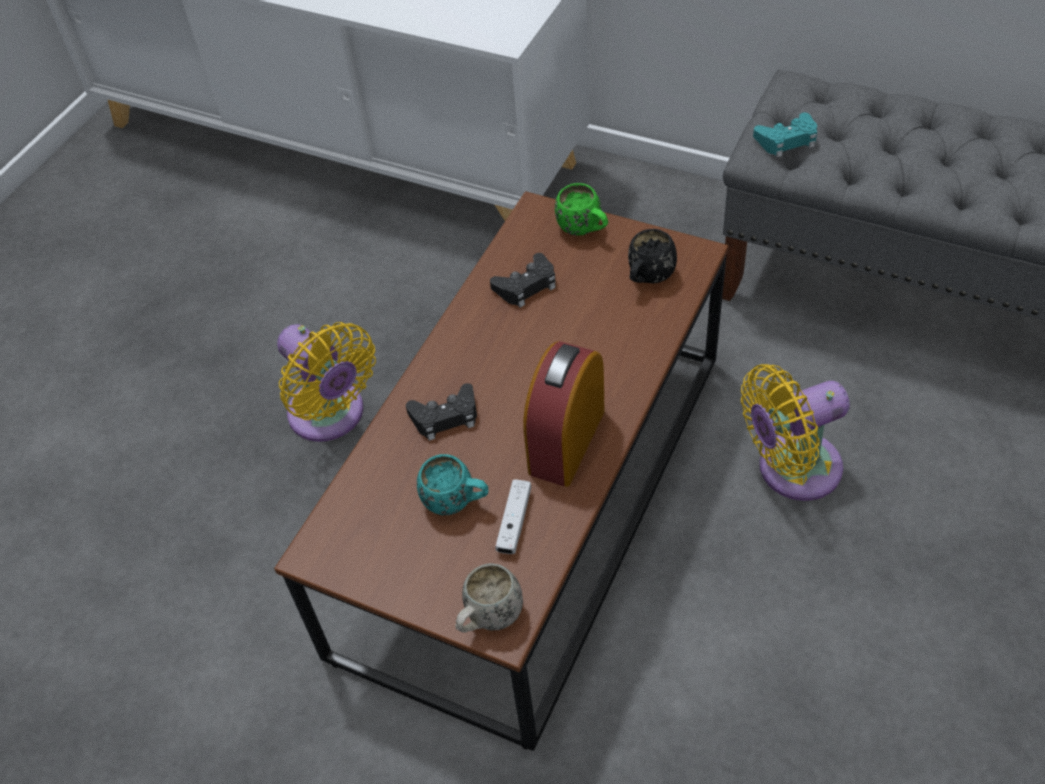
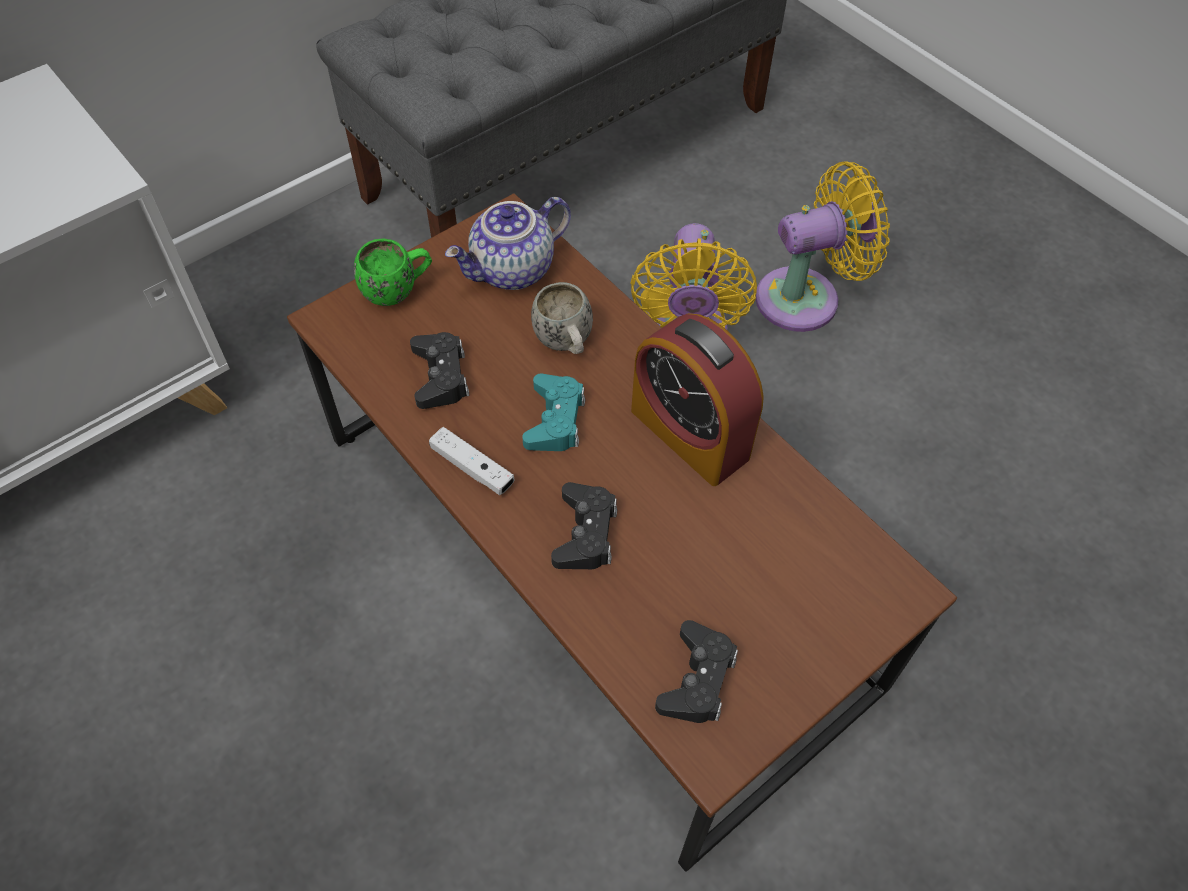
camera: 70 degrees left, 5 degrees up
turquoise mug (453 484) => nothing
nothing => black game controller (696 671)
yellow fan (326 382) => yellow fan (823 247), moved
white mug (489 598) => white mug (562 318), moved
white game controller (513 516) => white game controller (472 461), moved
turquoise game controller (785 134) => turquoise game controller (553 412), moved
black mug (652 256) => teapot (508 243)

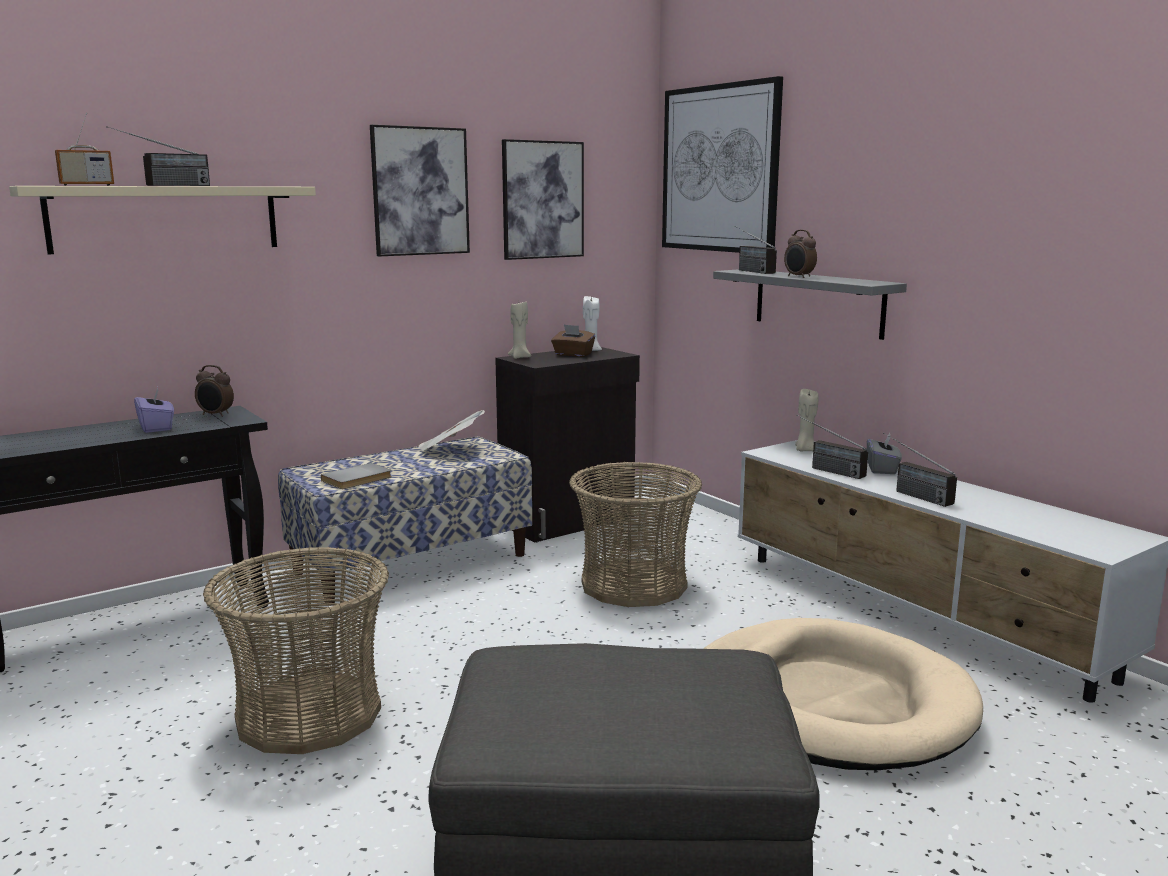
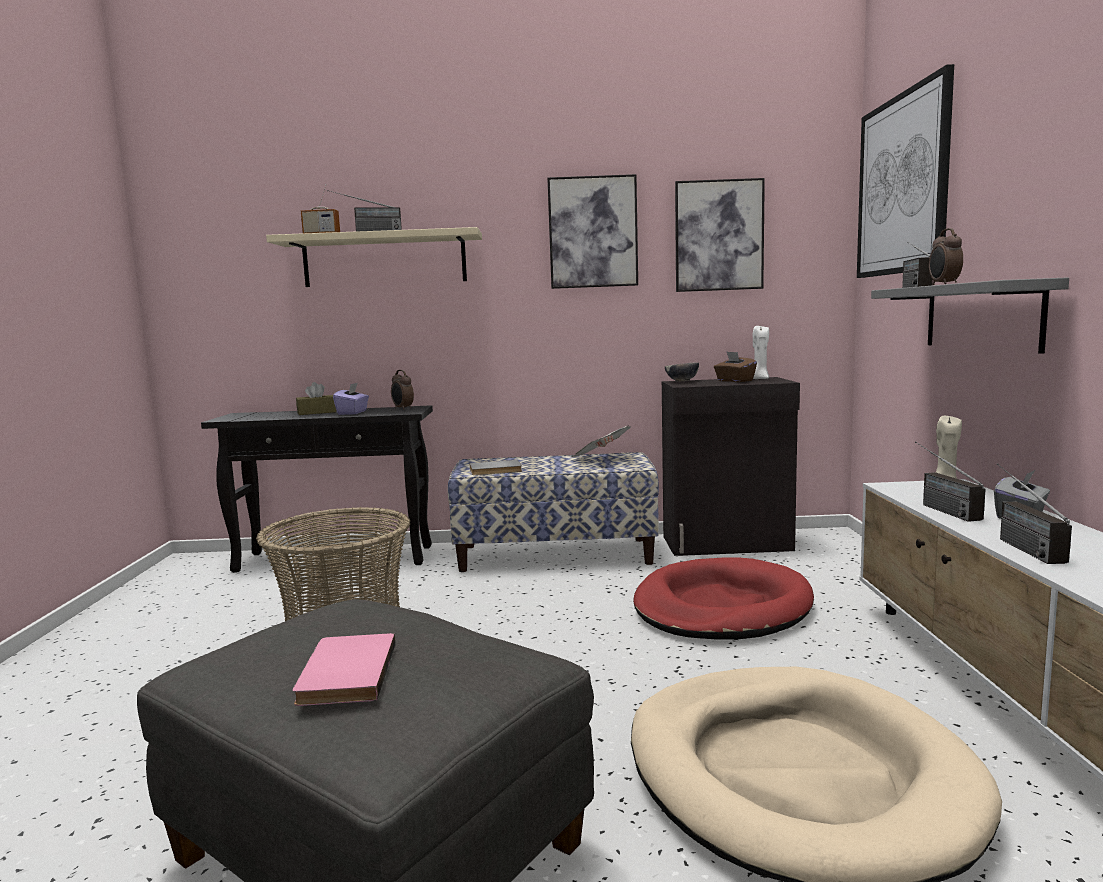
camera: 35 degrees right, 5 degrees down
nothing => pink book (344 669)
nothing => brown tissue box (316 398)
beige candle (519 330) => bowl (682 372)
basket (635 534) => red dog bed (723 598)

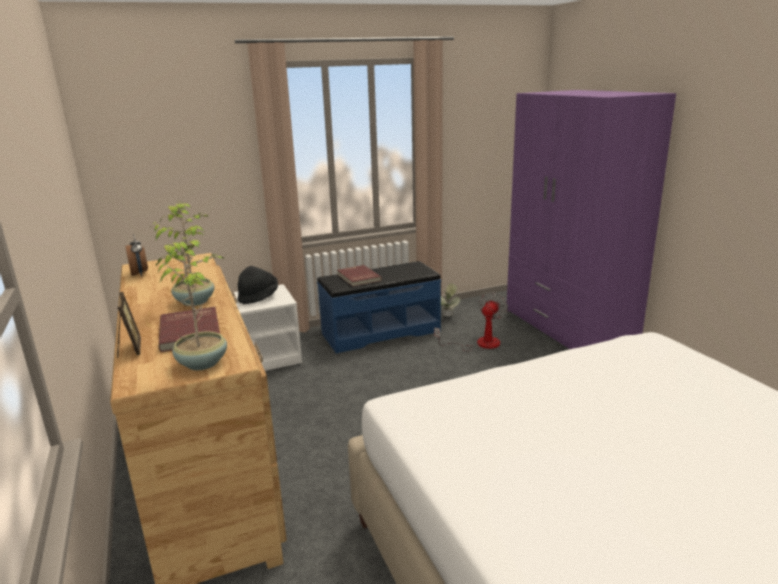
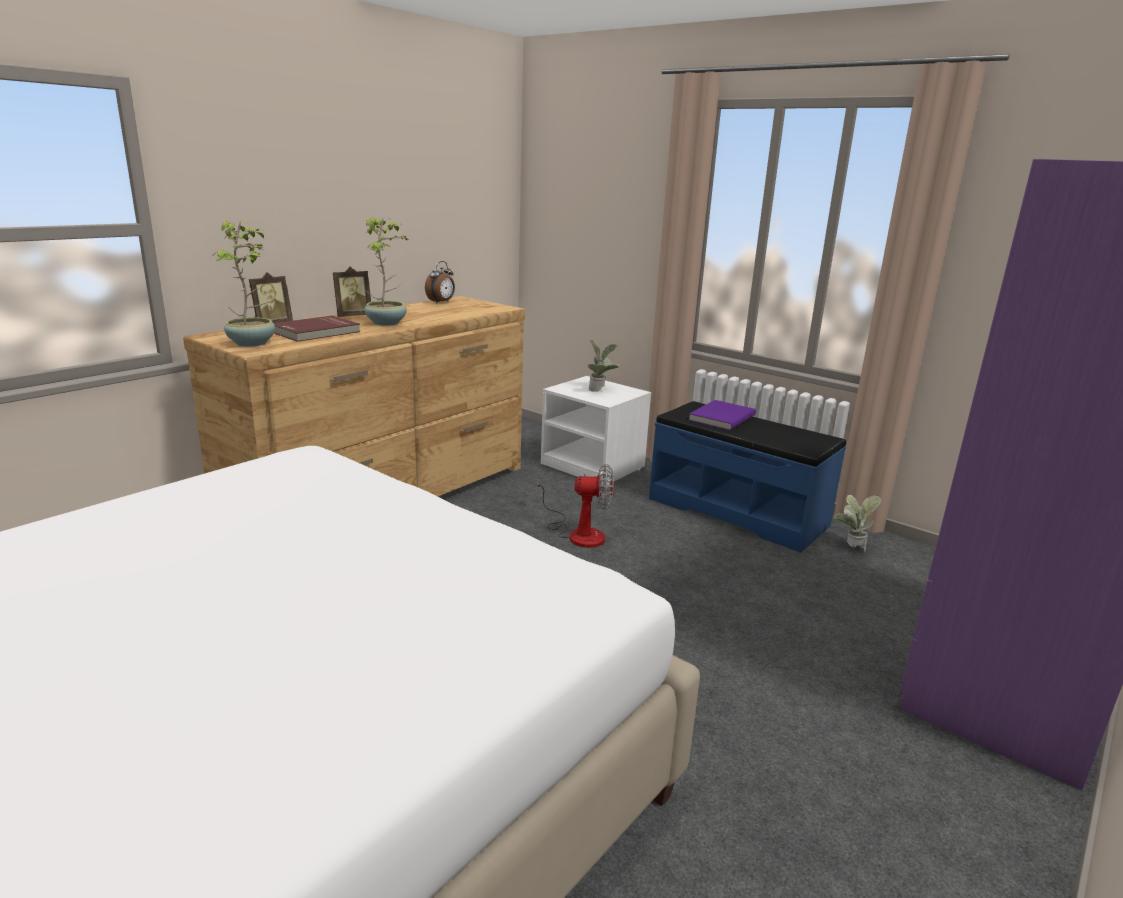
camera: 60 degrees right, 0 degrees up
nothing => picture frame (352 292)
fan (470 321) => fan (575 506), moved
black hat (258 285) => potted plant (603 366)
red book (359 276) => purple book (722 415)

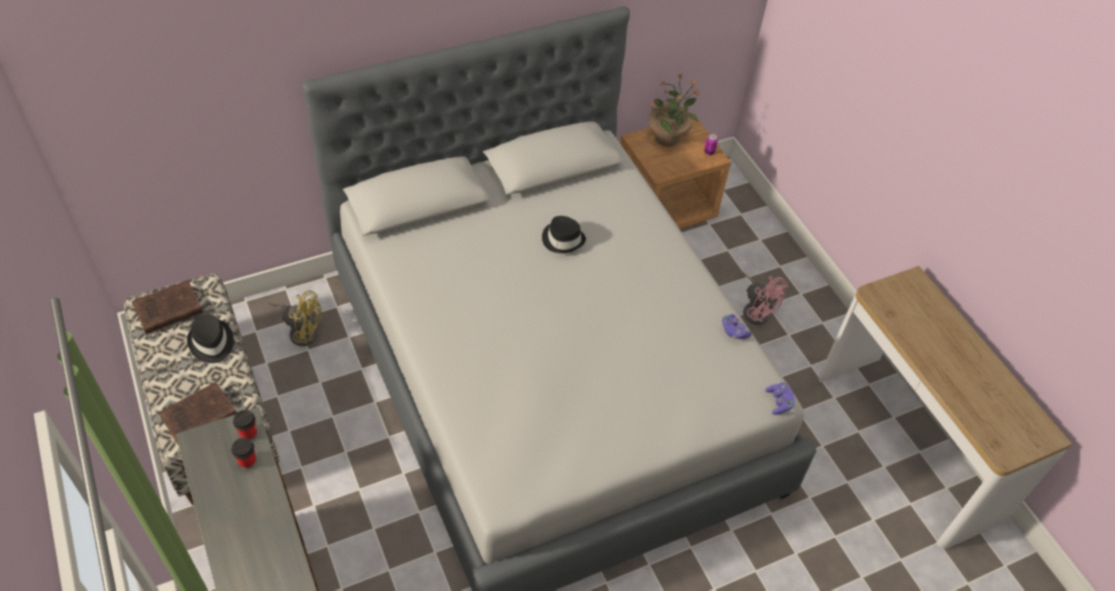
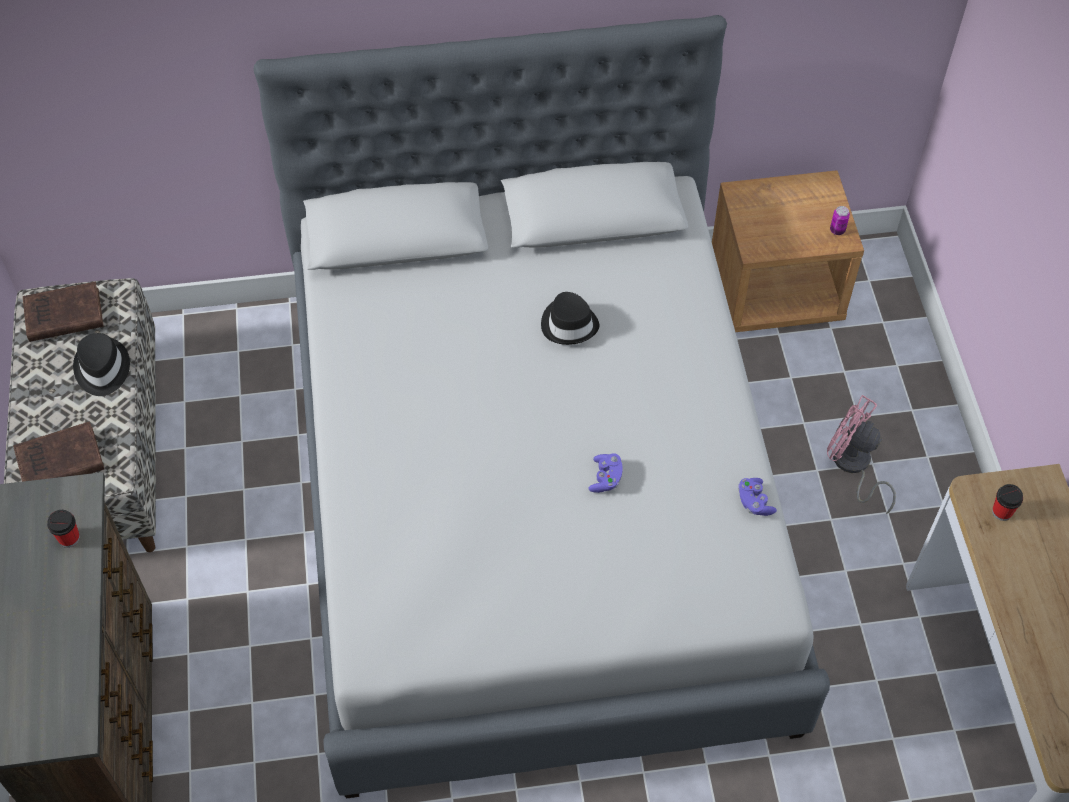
camera: 20 degrees right, 5 degrees up
yellow fan (294 318) => nothing
potted plant (674 110) => nothing
cup (245 425) => cup (1007 502), moved
purple game controller (780 398) => purple game controller (605 473), moved
pink fan (764 298) => pink fan (861 454), 150 degrees clockwise

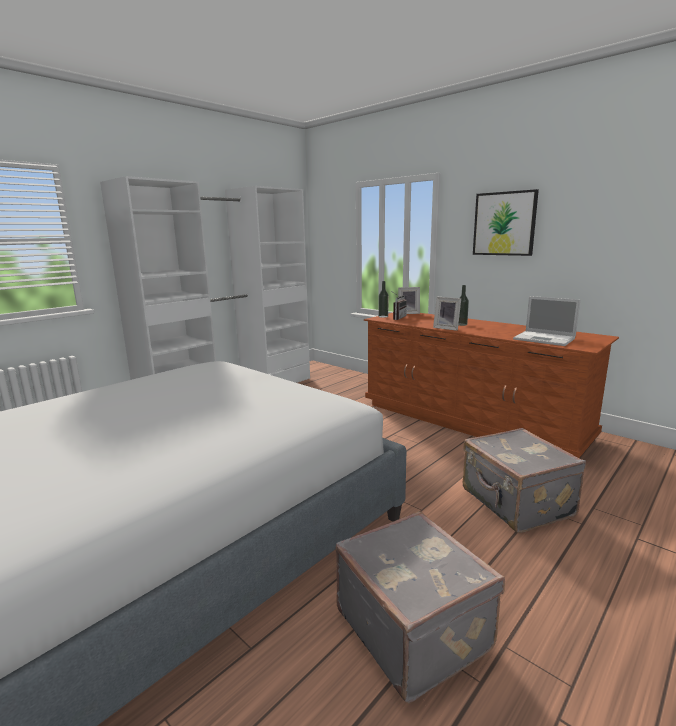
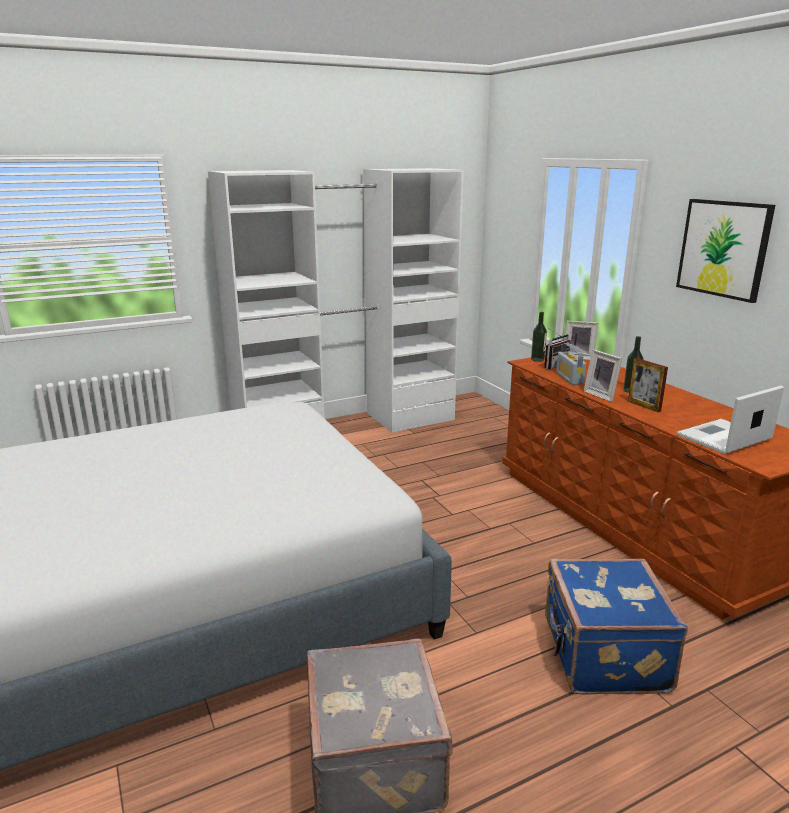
camera: 20 degrees right, 5 degrees up
nothing => radio (571 364)
nothing => picture frame (648 385)
grey suitcase (524 480) => blue suitcase (616 627)
laptop (546 321) => laptop (730 420), 90 degrees clockwise

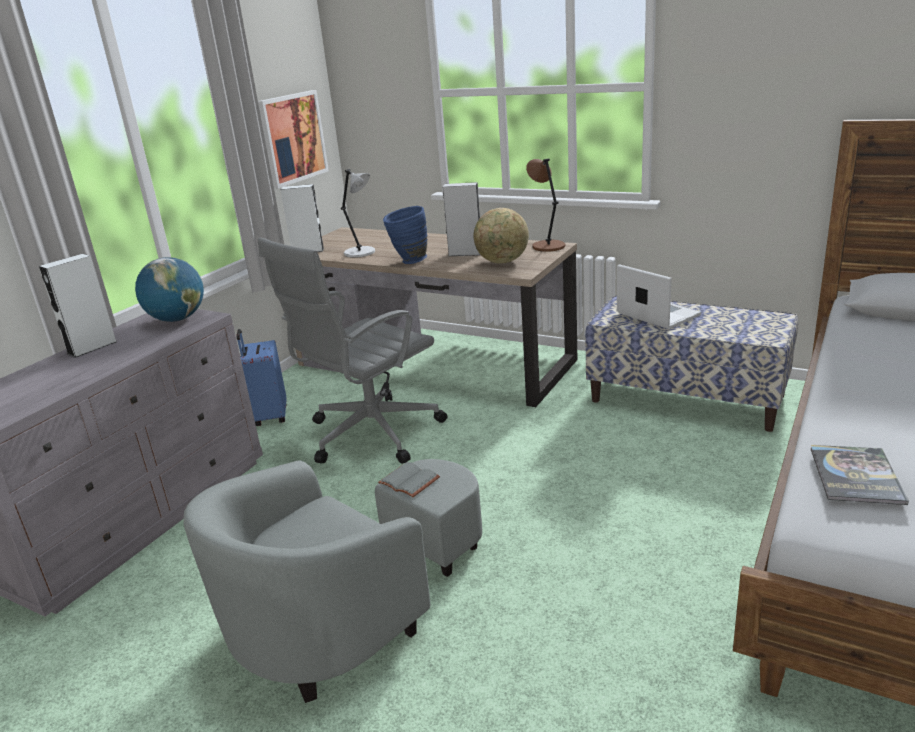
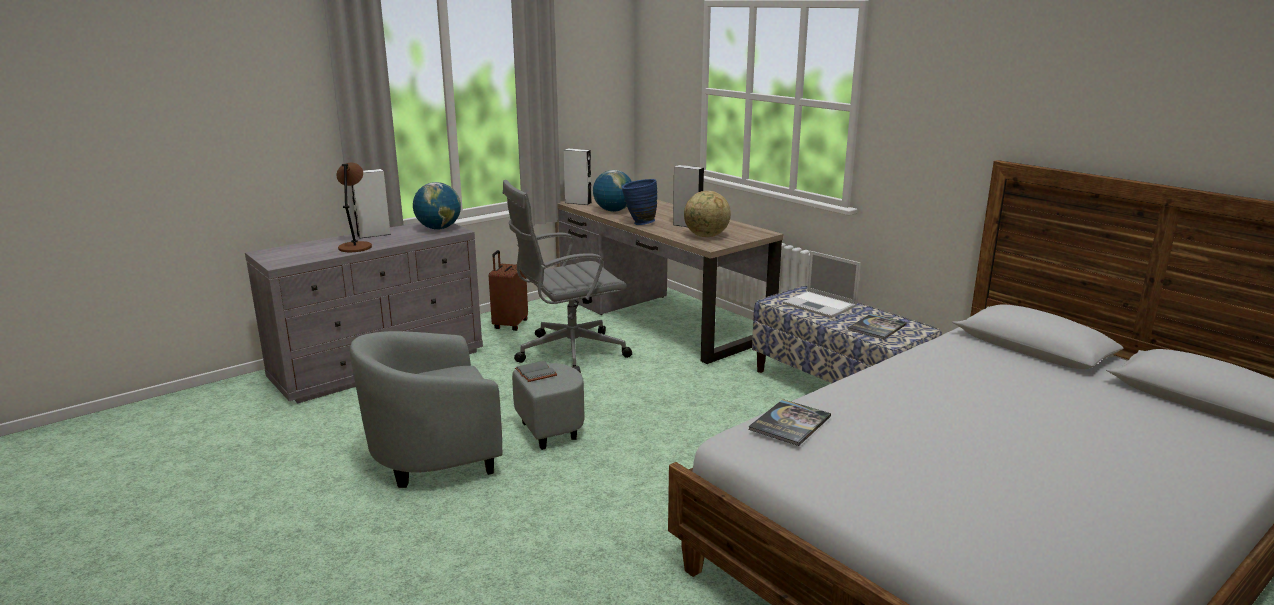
camera: 20 degrees right, 5 degrees down
picture (293 139) => nothing
nothing => book (877 326)
brown table lamp (545 205) => brown table lamp (354 207), moved
grey table lamp (358 213) => globe (612 191)
blue suitcase (261 377) => brown suitcase (508 290)
laptop (659 296) => laptop (822 284), 150 degrees clockwise

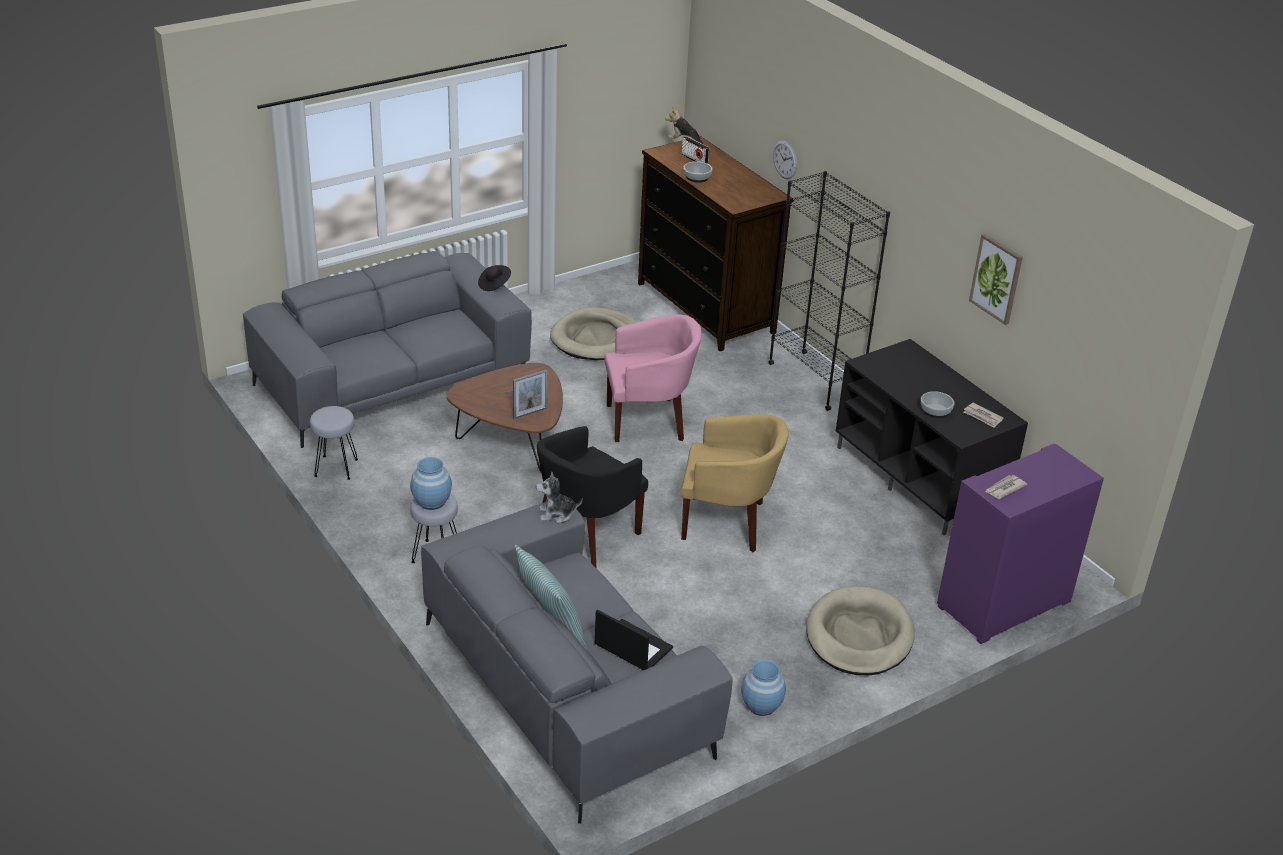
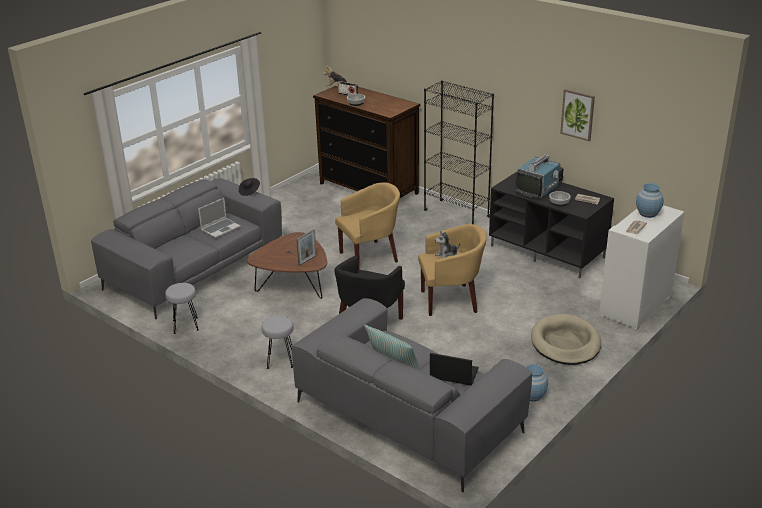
camera: 15 degrees left, 5 degrees down
beige dog bed (593 333) => nothing
wall clock (785 159) => nothing
nothing => laptop (219 218)
nothing => television (539 176)
blue vase (431 483) => blue vase (650 200), moved
plush toy (559 497) => plush toy (447 245), moved
pink armchair (653 378) => yellow armchair (367 226)
purple cabinet (1020 543) => white cabinet (641 268)

